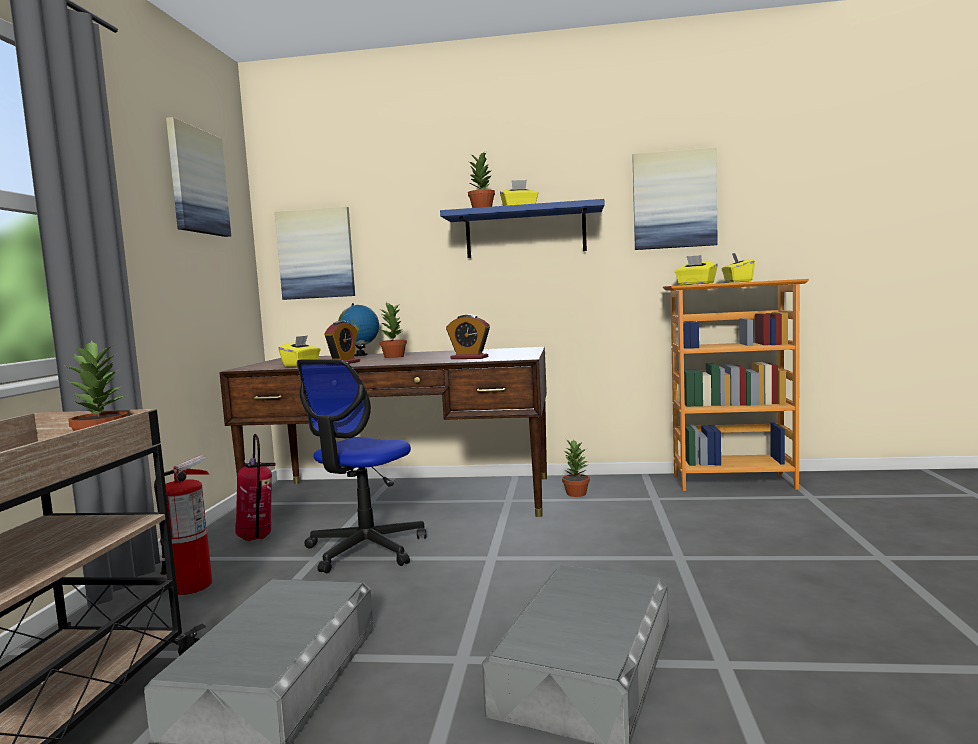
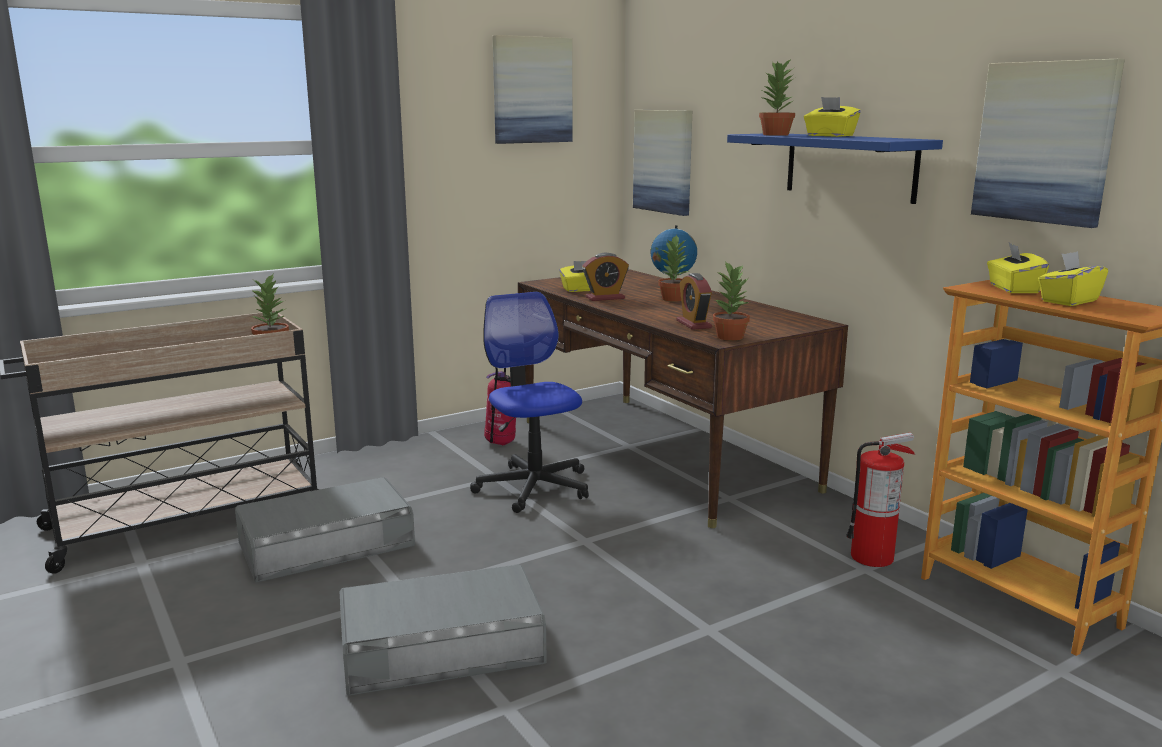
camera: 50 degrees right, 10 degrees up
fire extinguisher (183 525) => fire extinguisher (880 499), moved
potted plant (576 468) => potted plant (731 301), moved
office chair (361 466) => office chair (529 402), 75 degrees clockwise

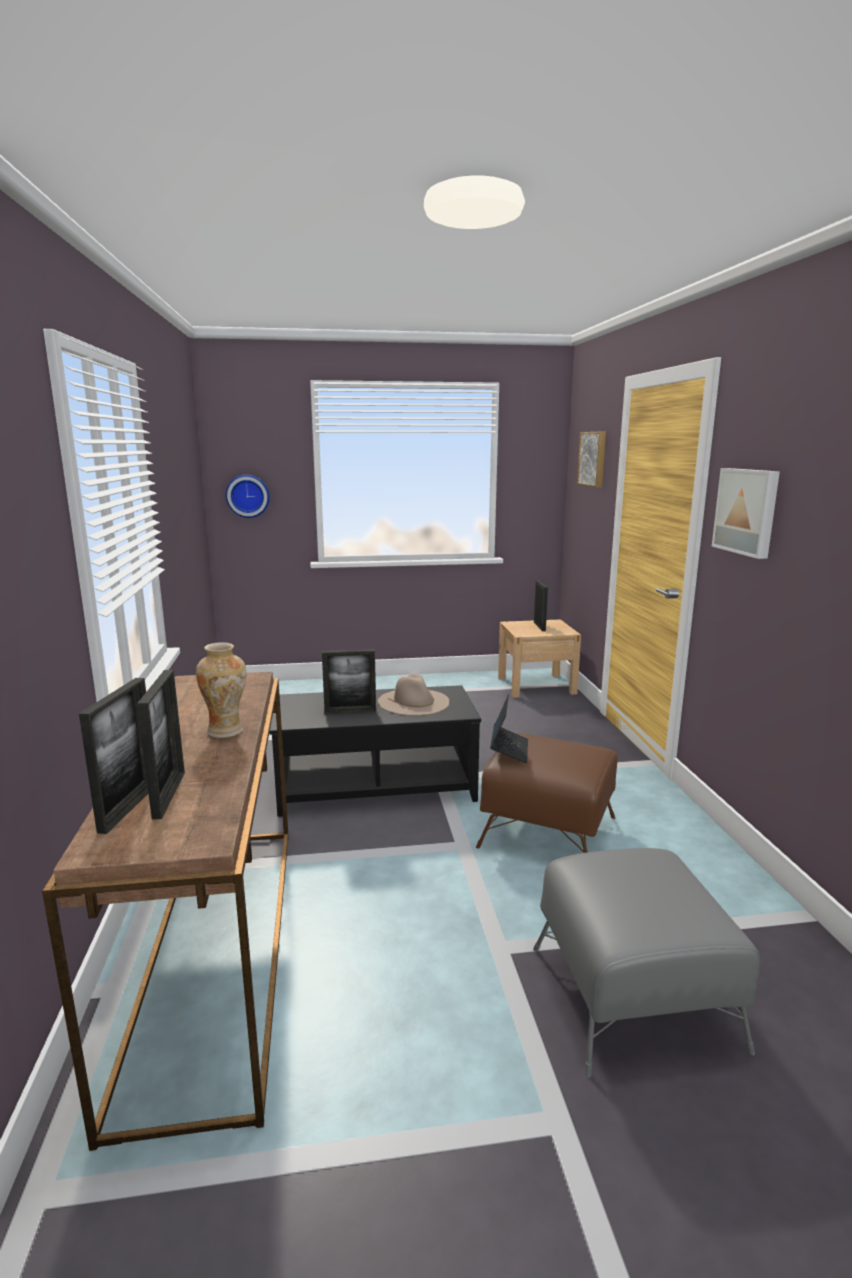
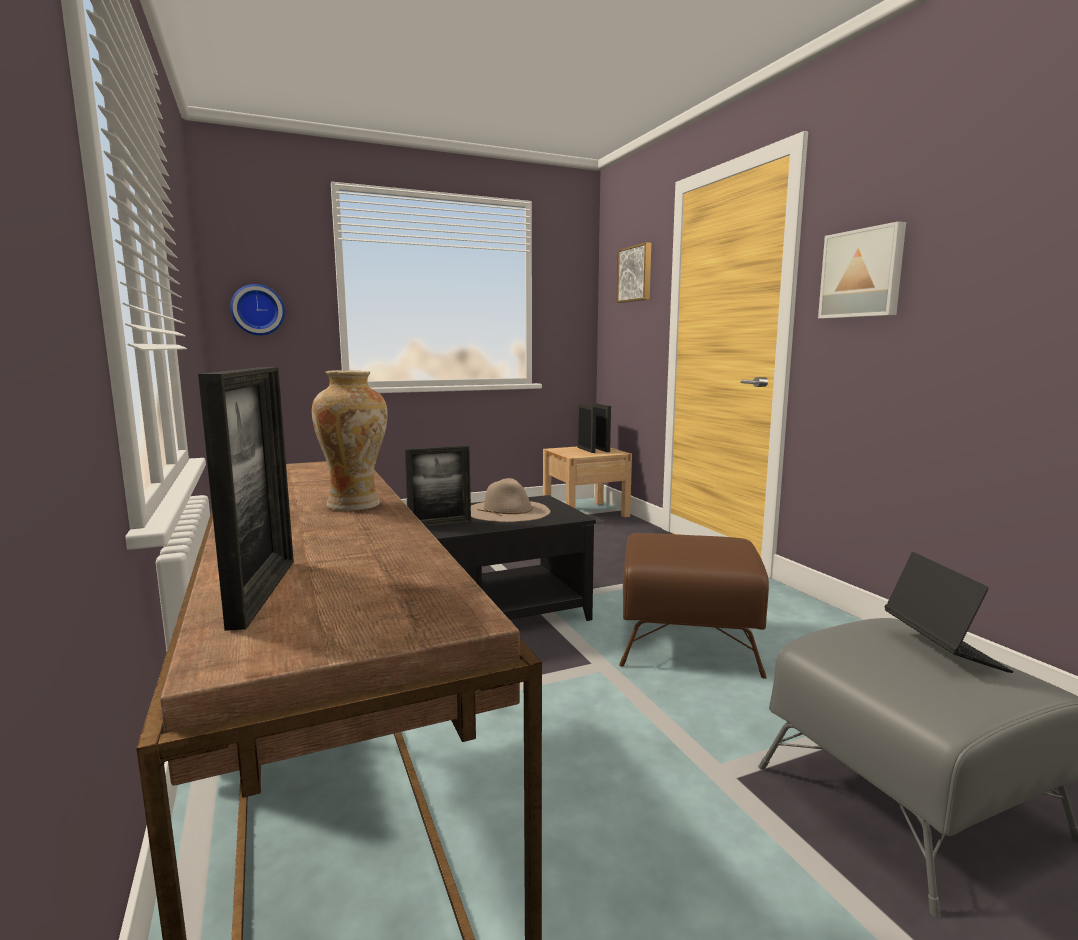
camera: 15 degrees left, 5 degrees down
picture frame (161 744) => picture frame (601 427), moved
laptop (509 728) => laptop (948 612), moved

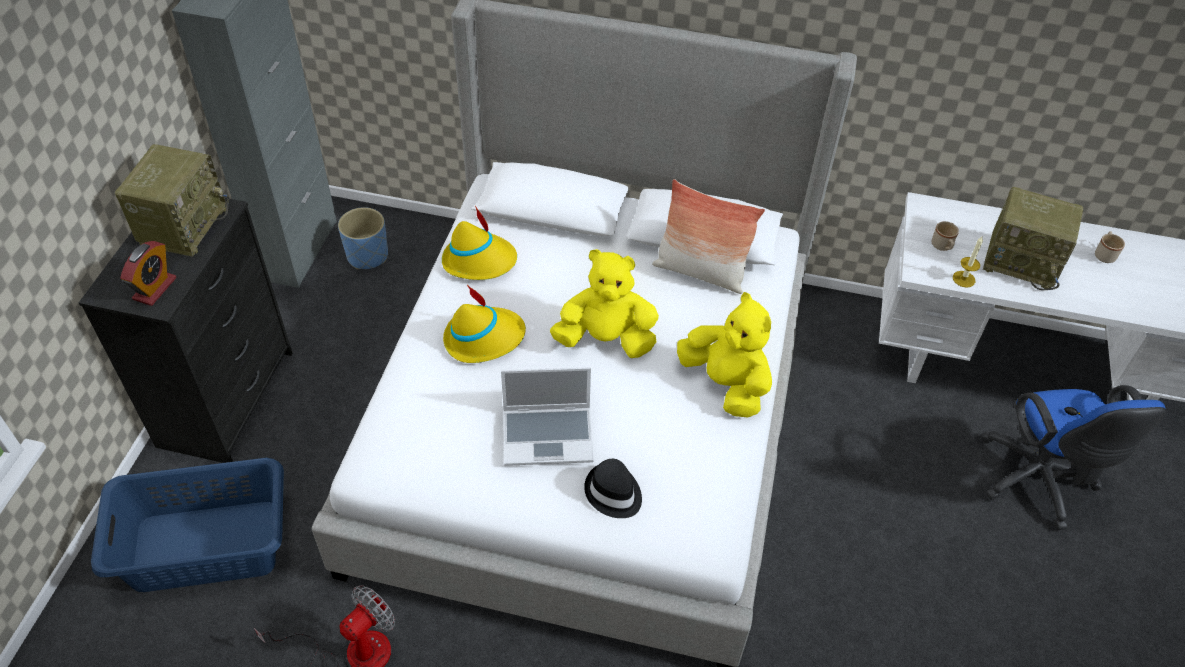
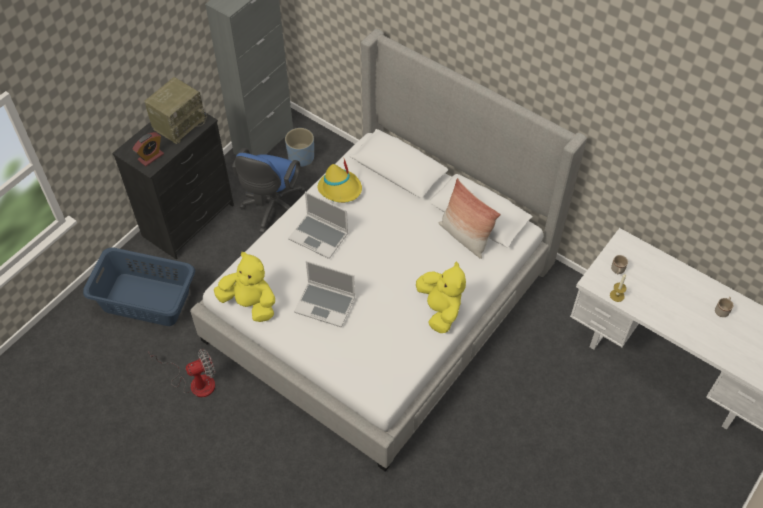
camera: 25 degrees right, 5 degrees up
black hat (613 488) => nothing
radio (1033 238) => nothing
yellow plush toy (604 303) => yellow plush toy (244 287), moved
blue office chair (1073 457) => blue office chair (268 191), moved
yellow hat (484 324) => laptop (318 225)

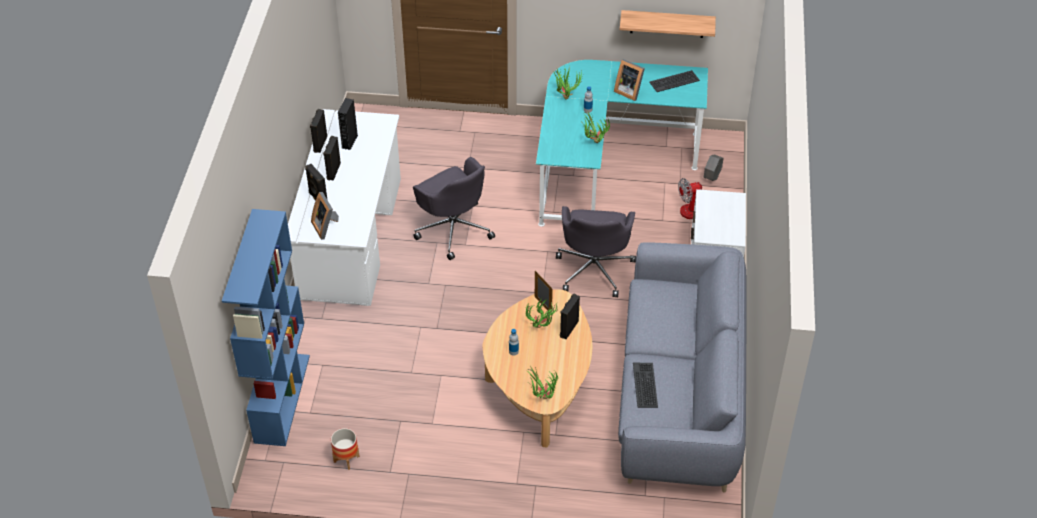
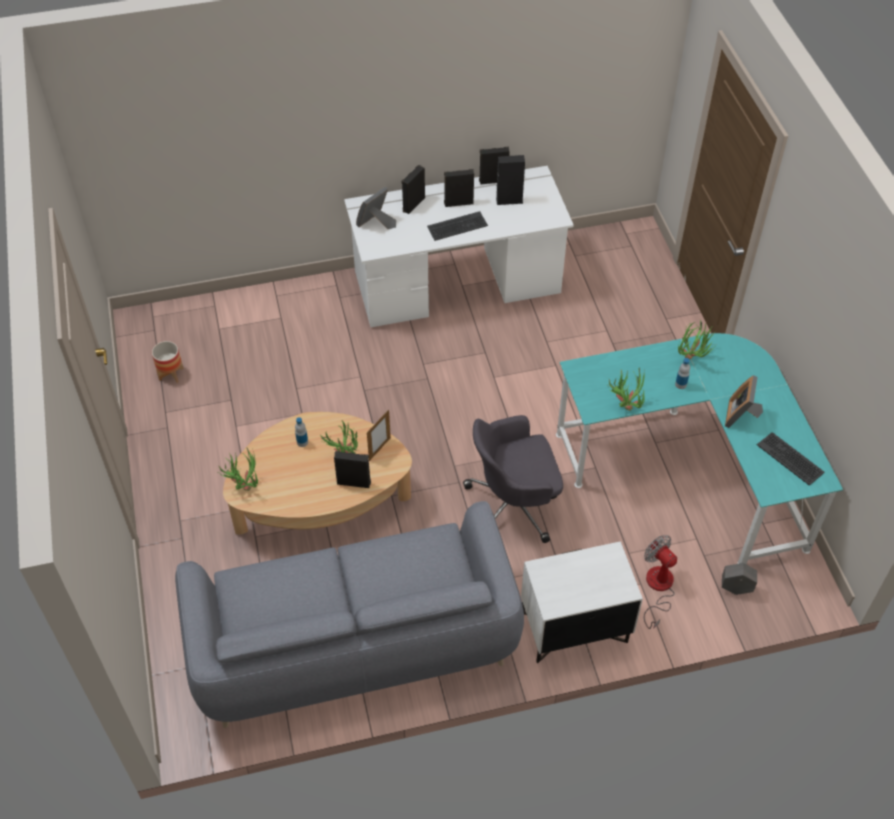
camera: 70 degrees right, 5 degrees up
blue bookcase (266 327) => nothing
grey office chair (454 208) => nothing
shelf (668 24) => nothing
keyboard (645 385) => keyboard (457 226), moved

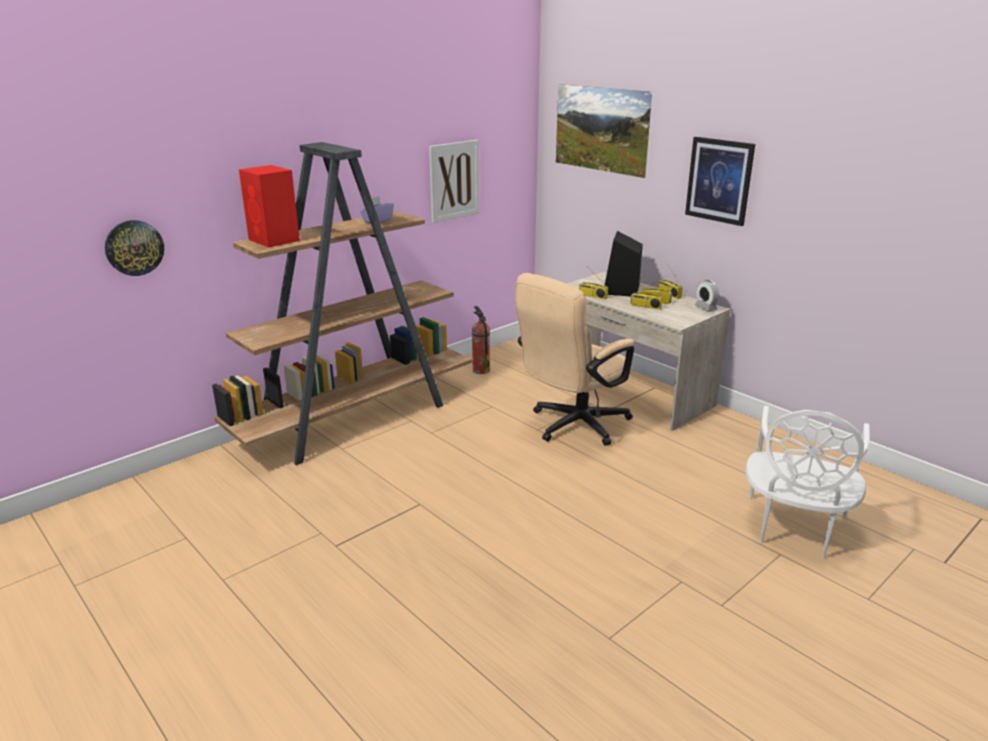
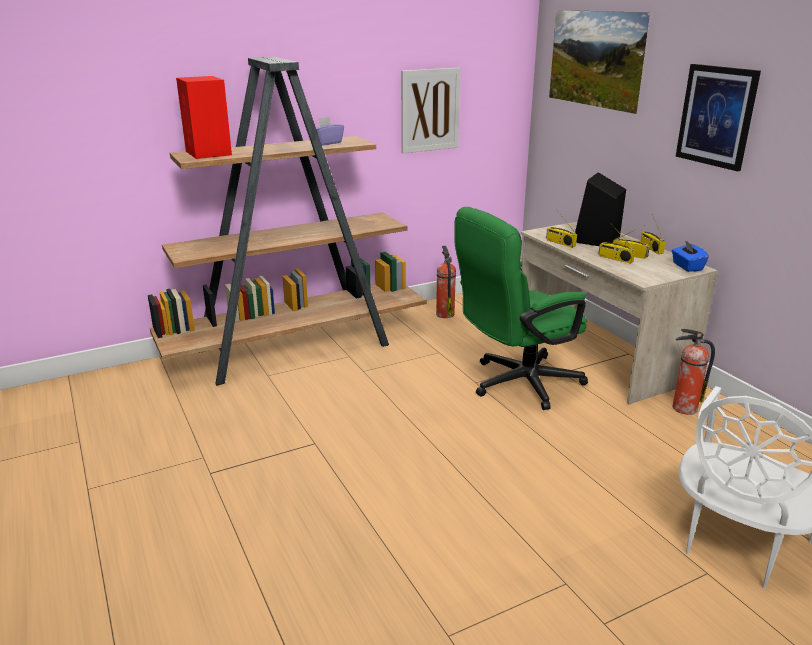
camera: 15 degrees right, 0 degrees up
wall clock (134 248) => nothing
nothing => fire extinguisher (694 372)
alarm clock (707 295) => blue tissue box (690 256)
beige office chair (574 359) => green office chair (521 308)

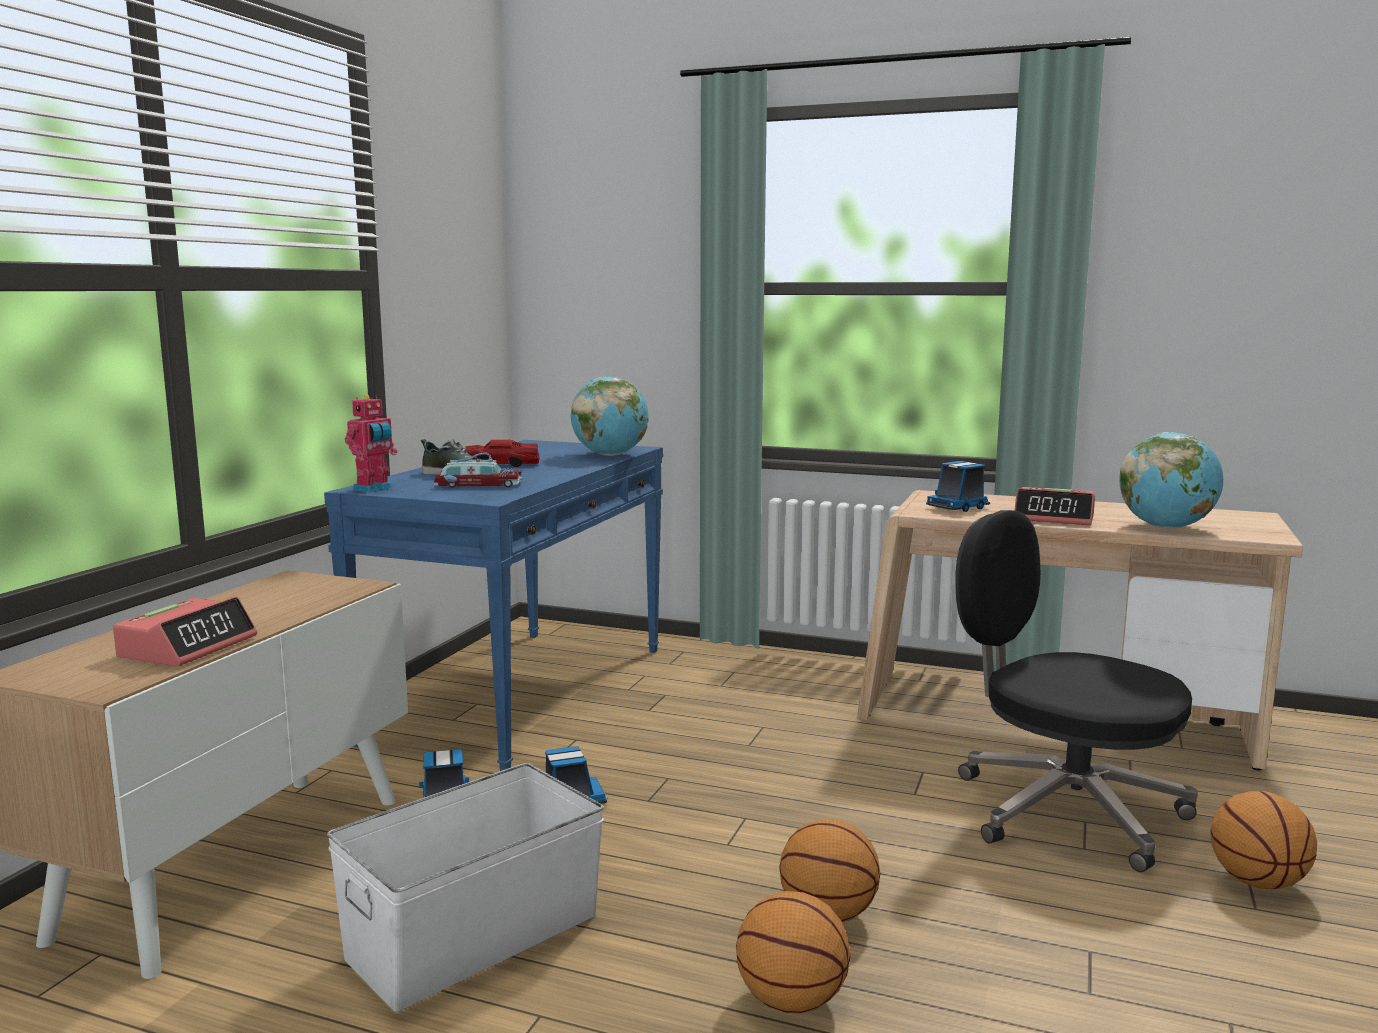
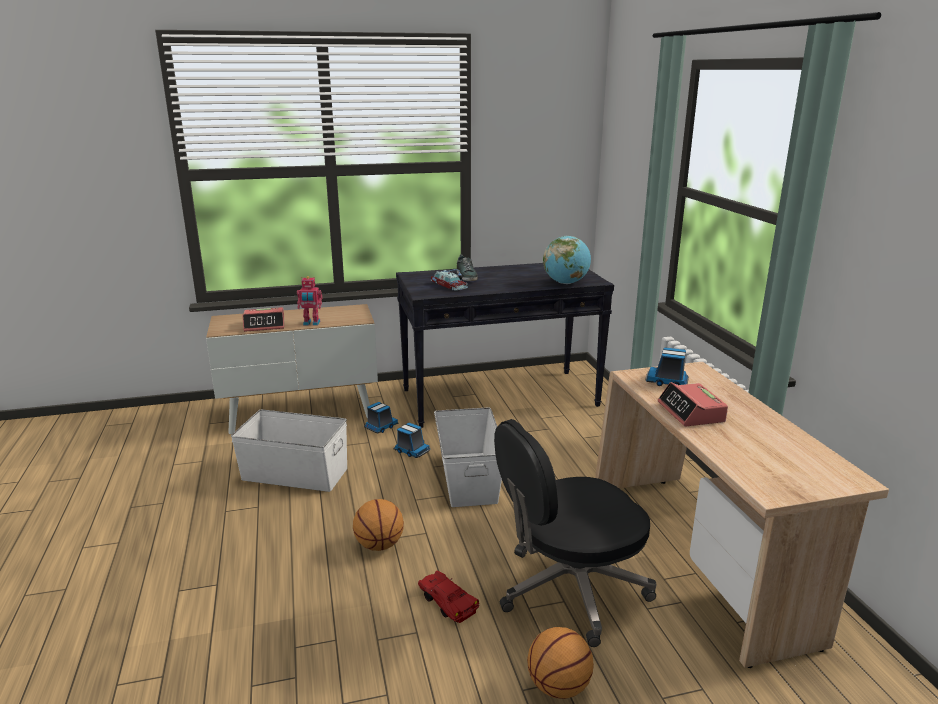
camera: 55 degrees right, 10 degrees up
basketball (793 952) => nothing
globe (1171 480) => nothing
nothing => white storage box (468 457)
toy robot (371 444) => toy robot (309 300), moved
red toy car (502 453) => red toy car (448 596), moved
blue console table (493 605) => black console table (505 345)
black office chair (1076 691) => black office chair (575 533), 120 degrees counterclockwise

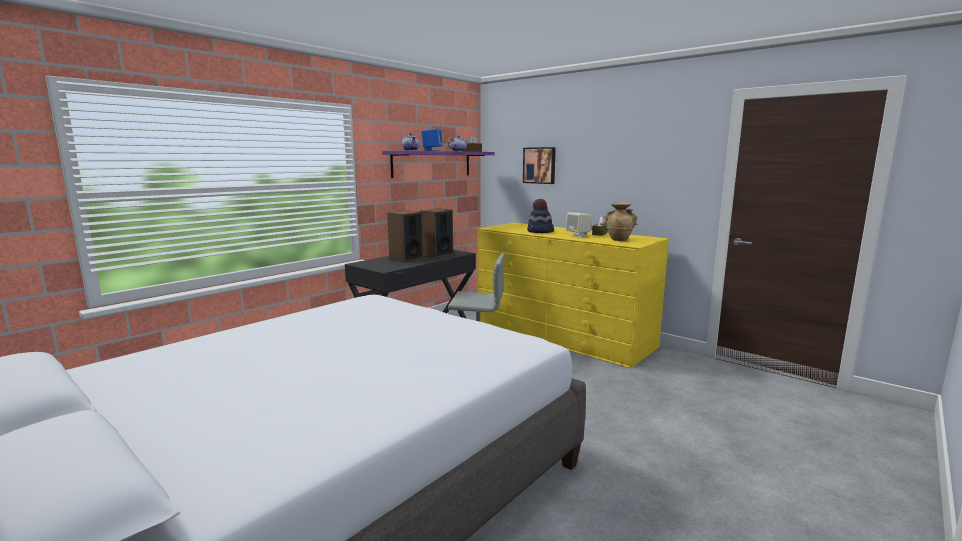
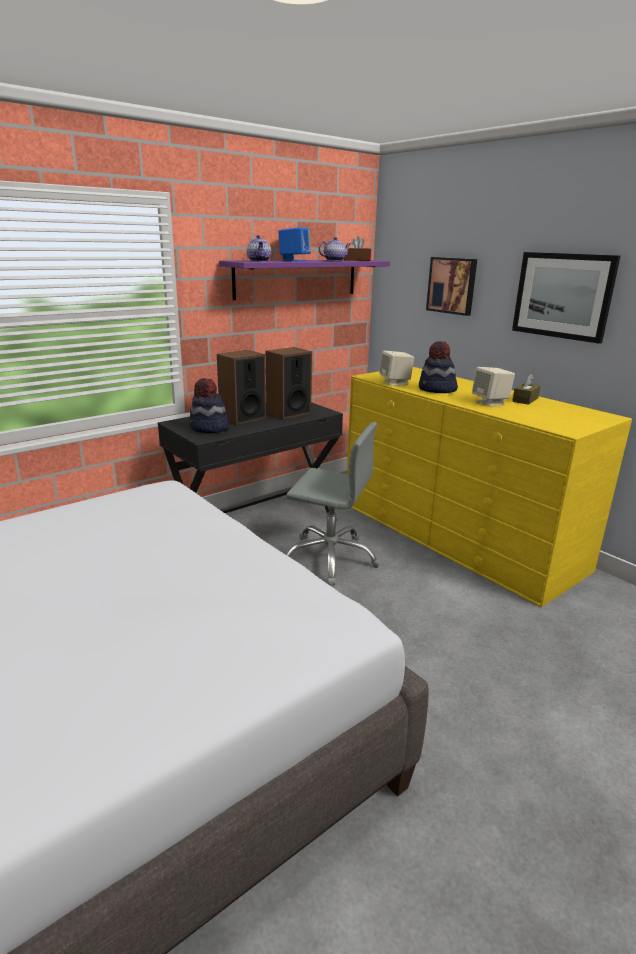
camera: 10 degrees right, 10 degrees up
beige vase (620 221) => nothing
nothing => hat (209 405)
nothing => beige speaker (396 368)
nothing => picture (566 298)

